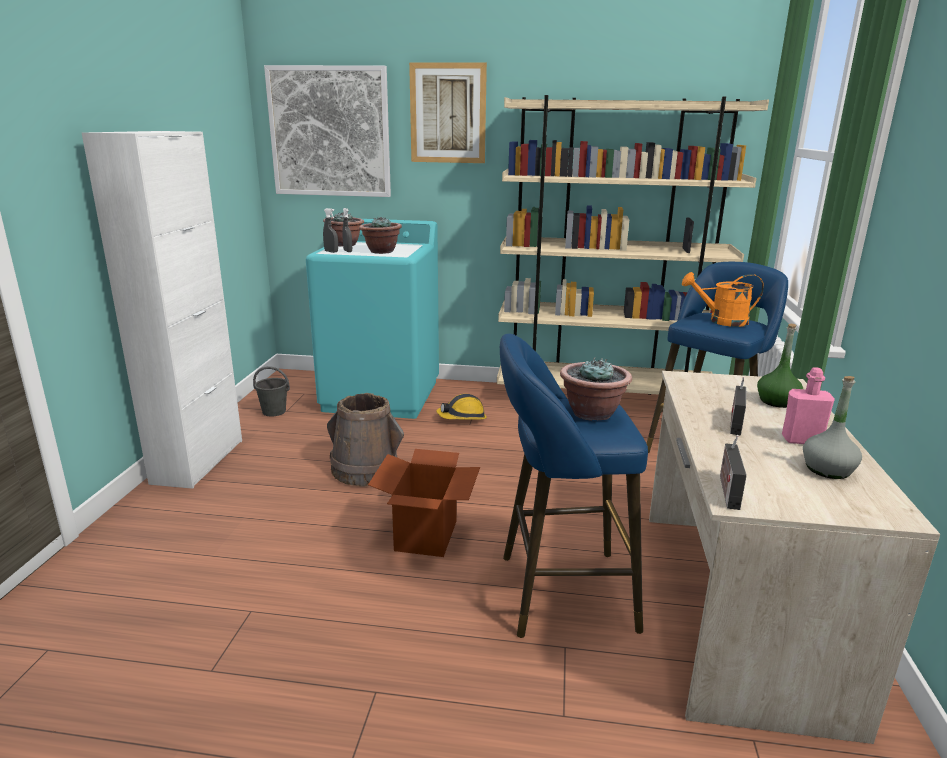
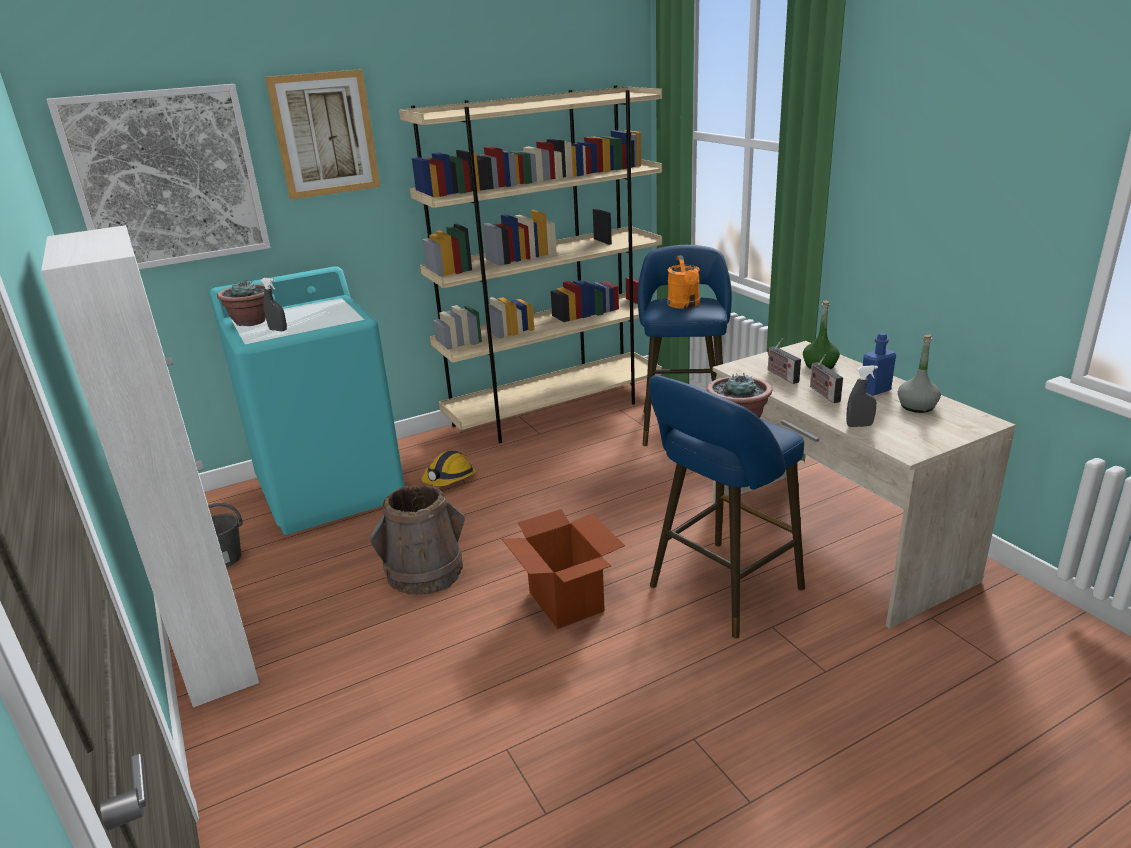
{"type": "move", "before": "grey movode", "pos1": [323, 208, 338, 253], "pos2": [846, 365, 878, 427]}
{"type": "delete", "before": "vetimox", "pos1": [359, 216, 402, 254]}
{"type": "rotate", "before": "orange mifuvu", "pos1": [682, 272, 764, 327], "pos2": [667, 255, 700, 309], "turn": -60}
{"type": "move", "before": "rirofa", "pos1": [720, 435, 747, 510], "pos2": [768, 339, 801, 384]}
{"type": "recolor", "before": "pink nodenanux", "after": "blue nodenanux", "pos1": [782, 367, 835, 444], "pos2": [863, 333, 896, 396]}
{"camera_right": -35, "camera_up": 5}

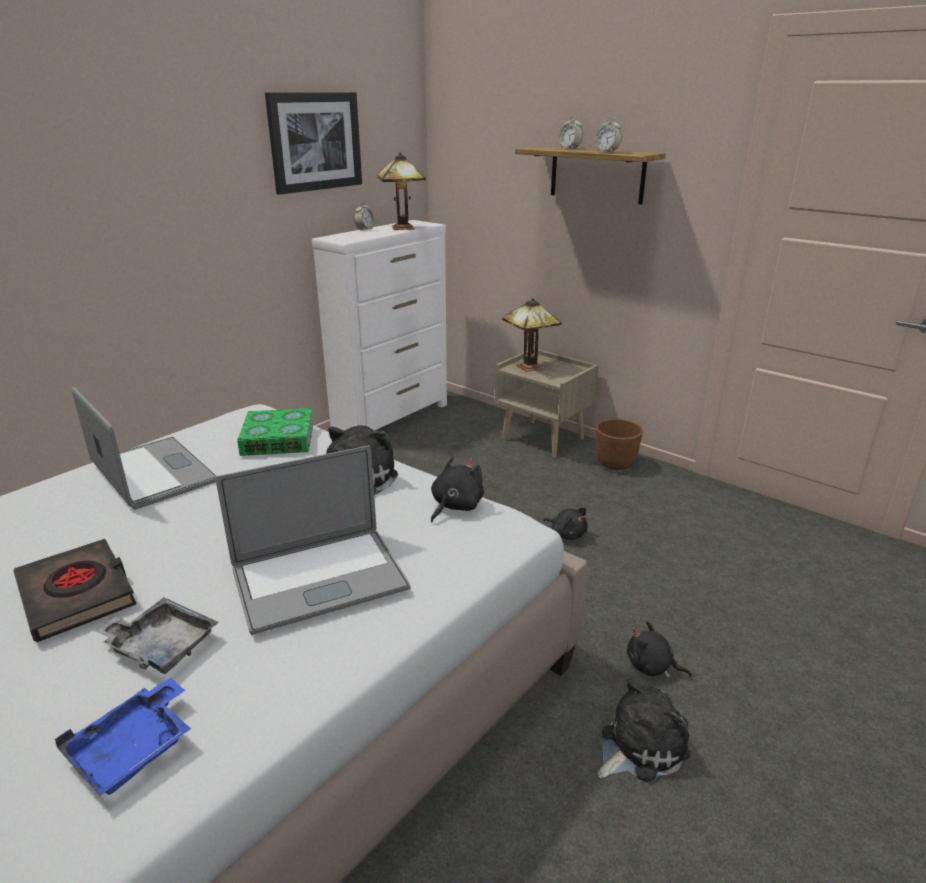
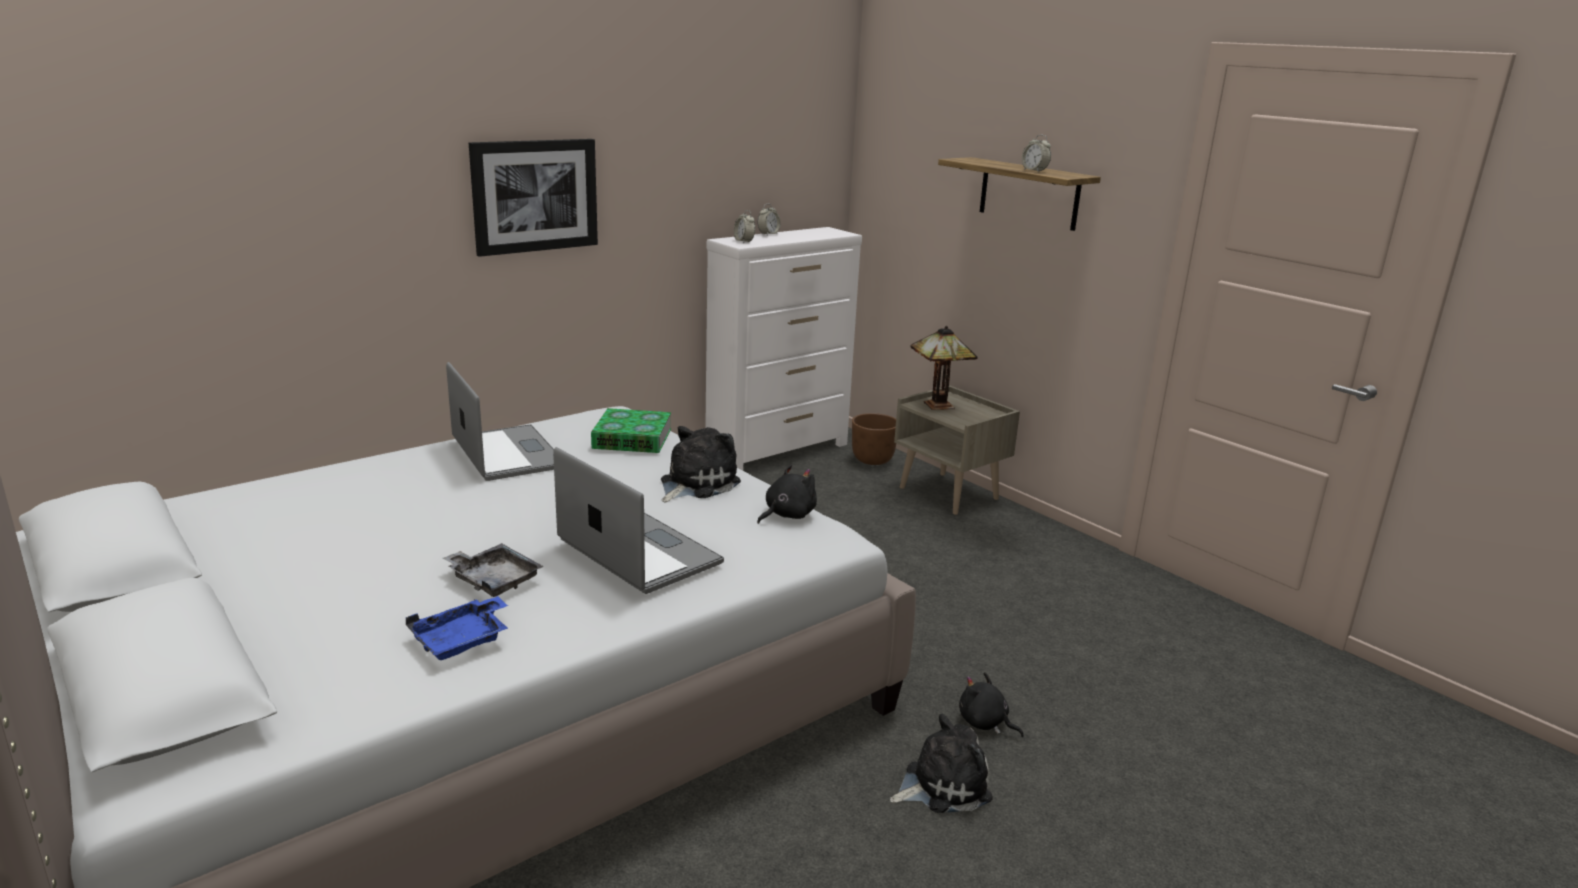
{"type": "delete", "before": "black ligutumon", "pos1": [13, 539, 136, 642]}
{"type": "rotate", "before": "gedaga", "pos1": [216, 445, 410, 635], "pos2": [553, 447, 724, 594], "turn": -120}
{"type": "move", "before": "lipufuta", "pos1": [265, 92, 362, 195], "pos2": [469, 139, 598, 257]}
{"type": "delete", "before": "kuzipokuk", "pos1": [377, 152, 426, 230]}
{"type": "delete", "before": "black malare", "pos1": [543, 508, 588, 540]}
{"type": "move", "before": "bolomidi", "pos1": [559, 116, 583, 149], "pos2": [734, 210, 755, 243]}
{"type": "move", "before": "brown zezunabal", "pos1": [595, 419, 643, 470], "pos2": [852, 413, 896, 465]}
{"camera_right": 10, "camera_up": -5}

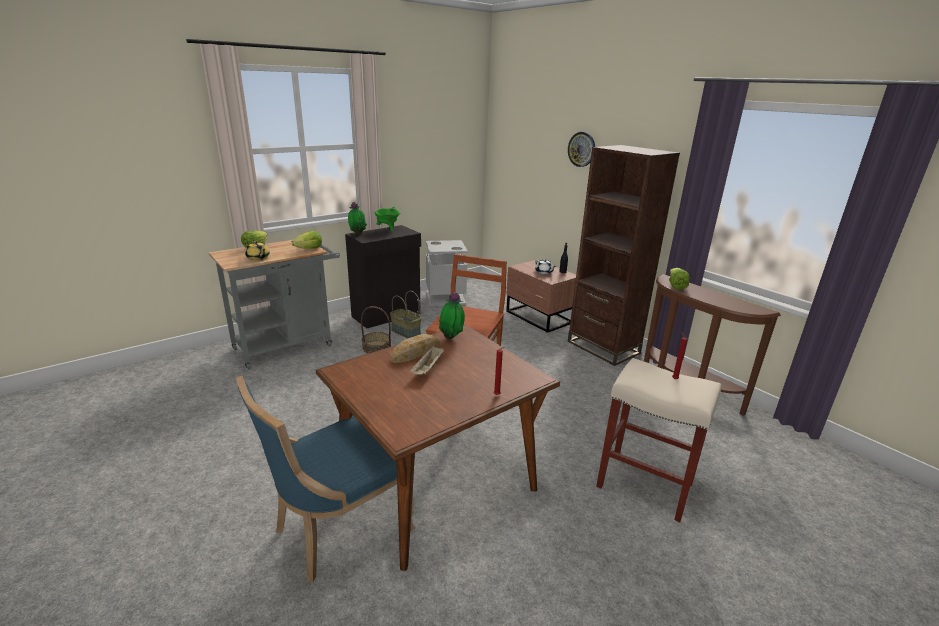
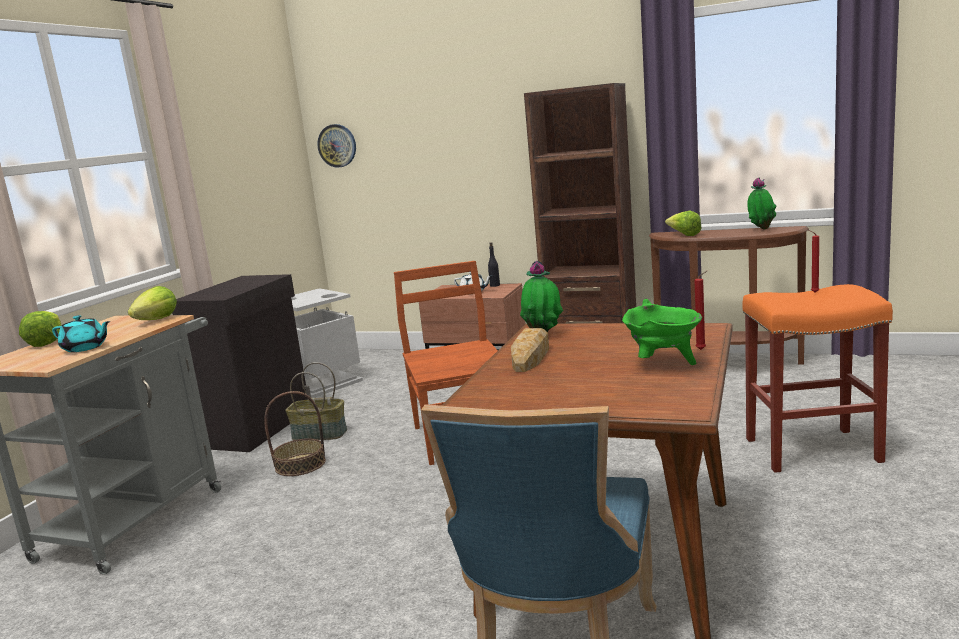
{"type": "recolor", "before": "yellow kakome", "after": "turquoise kakome", "pos1": [245, 241, 270, 260], "pos2": [52, 315, 110, 352]}
{"type": "move", "before": "vetimox", "pos1": [348, 202, 367, 235], "pos2": [747, 178, 776, 229]}
{"type": "move", "before": "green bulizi", "pos1": [374, 207, 400, 232], "pos2": [622, 299, 702, 365]}
{"type": "delete", "before": "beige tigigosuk", "pos1": [409, 346, 444, 375]}
{"type": "move", "before": "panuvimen", "pos1": [568, 132, 595, 167], "pos2": [317, 124, 356, 168]}
{"type": "recolor", "before": "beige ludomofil", "after": "orange ludomofil", "pos1": [596, 358, 721, 522], "pos2": [742, 284, 893, 473]}
{"camera_right": -30, "camera_up": -10}

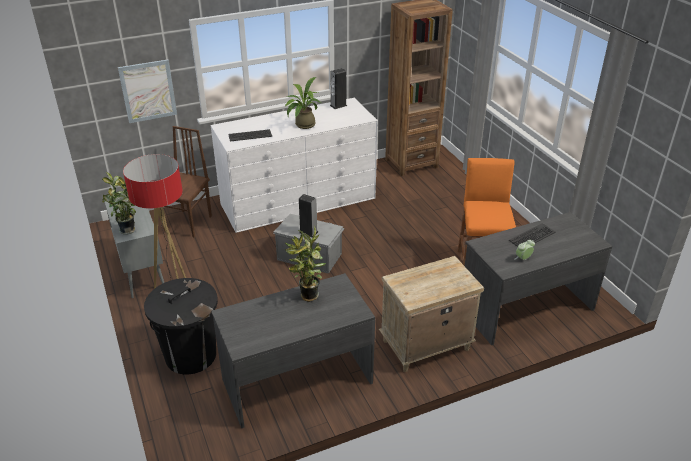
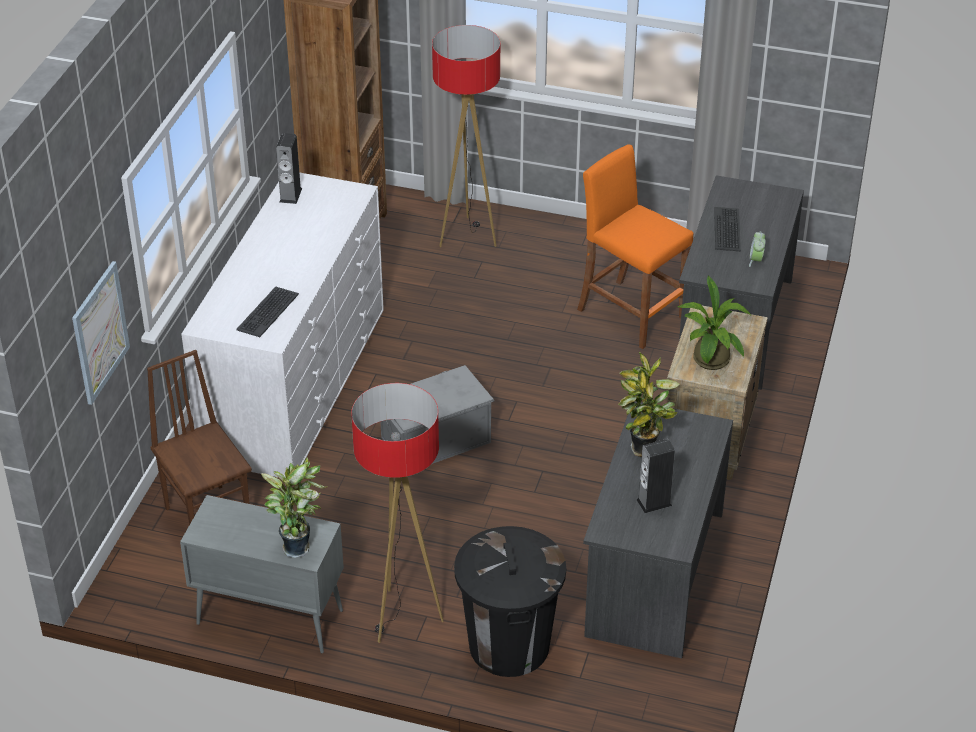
{"type": "move", "before": "vetimox", "pos1": [285, 77, 321, 129], "pos2": [677, 276, 751, 370]}
{"type": "move", "before": "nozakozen", "pos1": [299, 194, 318, 237], "pos2": [637, 439, 675, 513]}
{"type": "insert", "after": "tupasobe", "pos2": [432, 25, 500, 247]}
{"camera_right": -50, "camera_up": 5}

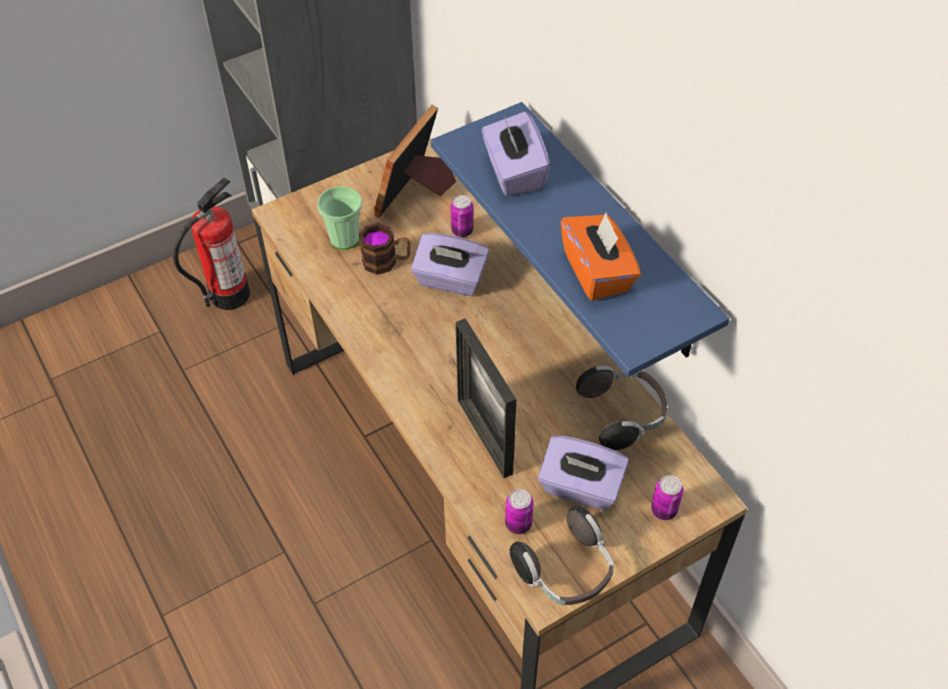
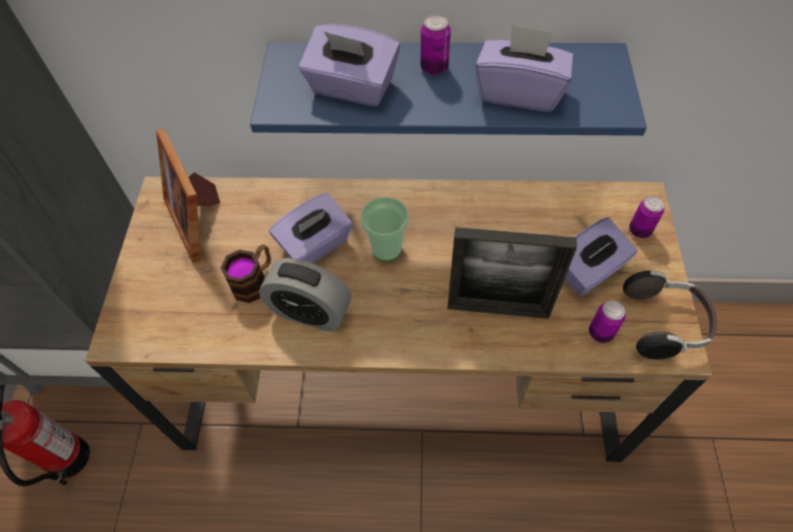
{"type": "move", "before": "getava", "pos1": [317, 186, 362, 249], "pos2": [360, 197, 409, 261]}
{"type": "move", "before": "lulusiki", "pos1": [451, 195, 473, 237], "pos2": [420, 15, 451, 75]}
{"type": "recolor", "before": "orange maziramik", "after": "purple maziramik", "pos1": [561, 213, 641, 301], "pos2": [475, 24, 573, 112]}
{"type": "delete", "before": "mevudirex", "pos1": [576, 365, 667, 450]}
{"type": "insert", "after": "bolomidi", "pos2": [259, 258, 351, 331]}
{"camera_right": -55, "camera_up": 5}

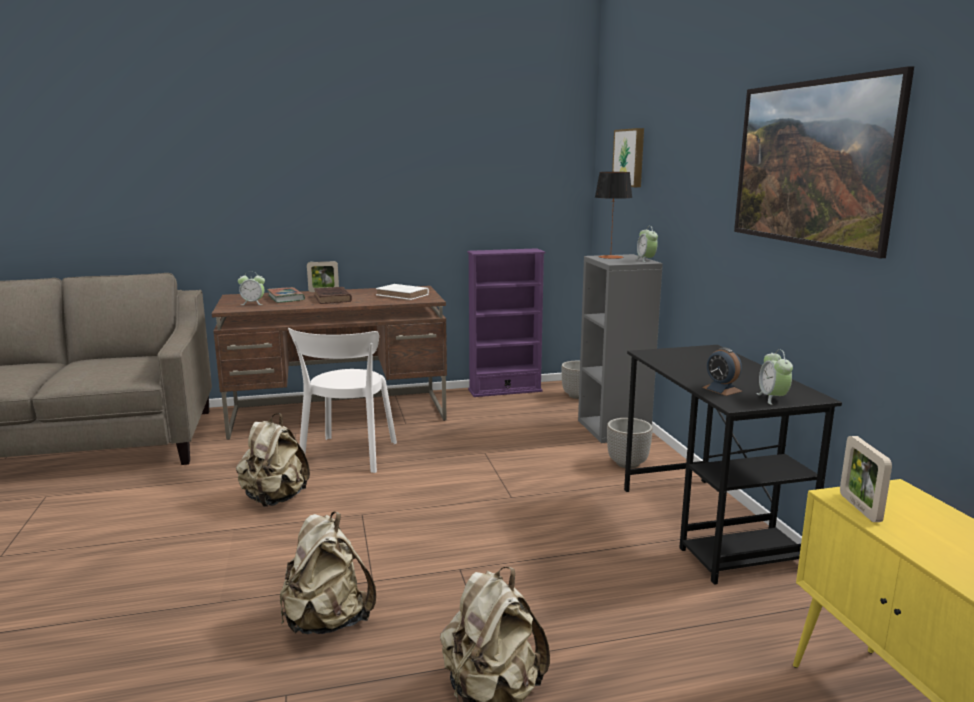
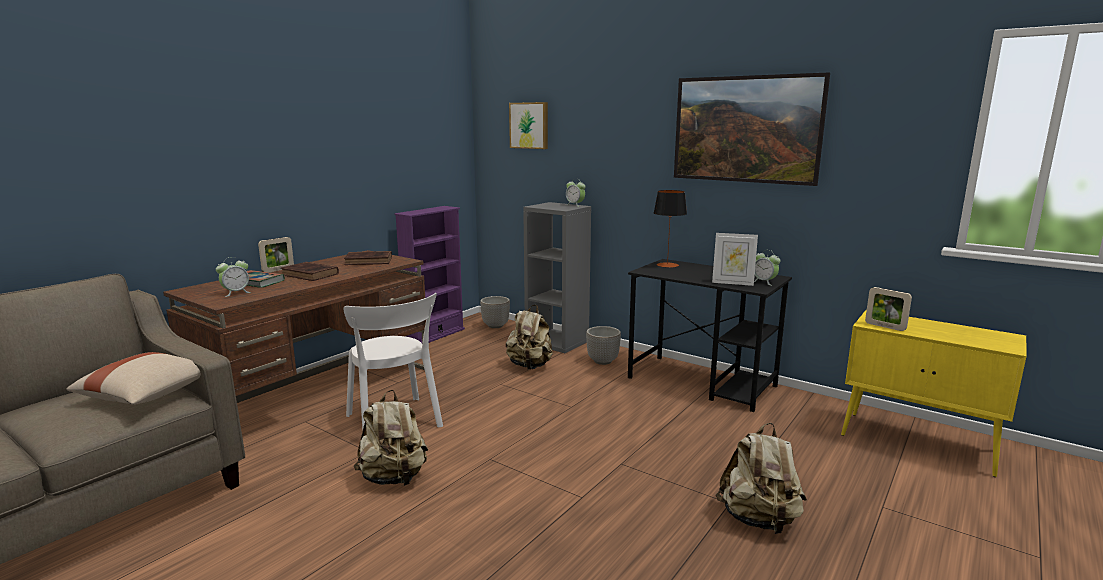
{"type": "move", "before": "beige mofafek", "pos1": [280, 512, 376, 634], "pos2": [506, 305, 553, 370]}
{"type": "recolor", "before": "white ligutumon", "after": "brown ligutumon", "pos1": [376, 284, 429, 300], "pos2": [344, 251, 392, 265]}
{"type": "move", "before": "kuzipokuk", "pos1": [595, 172, 632, 259], "pos2": [654, 190, 687, 268]}
{"type": "replace", "before": "bolomidi", "after": "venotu", "pos1": [702, 348, 742, 396], "pos2": [712, 233, 758, 286]}
{"type": "insert", "after": "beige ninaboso", "pos2": [66, 352, 201, 405]}
{"camera_right": -40, "camera_up": 0}

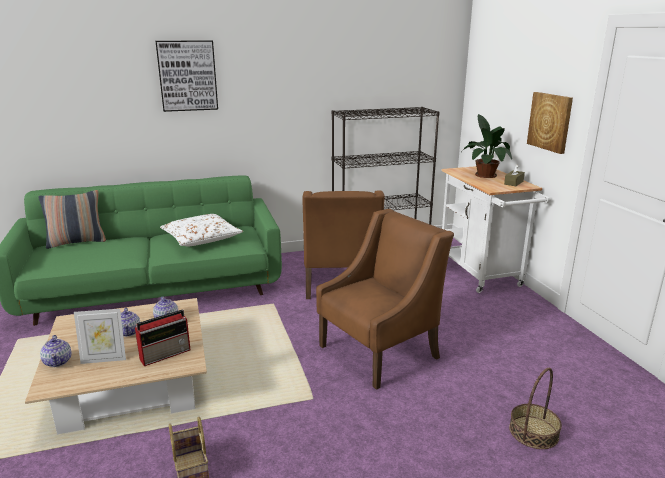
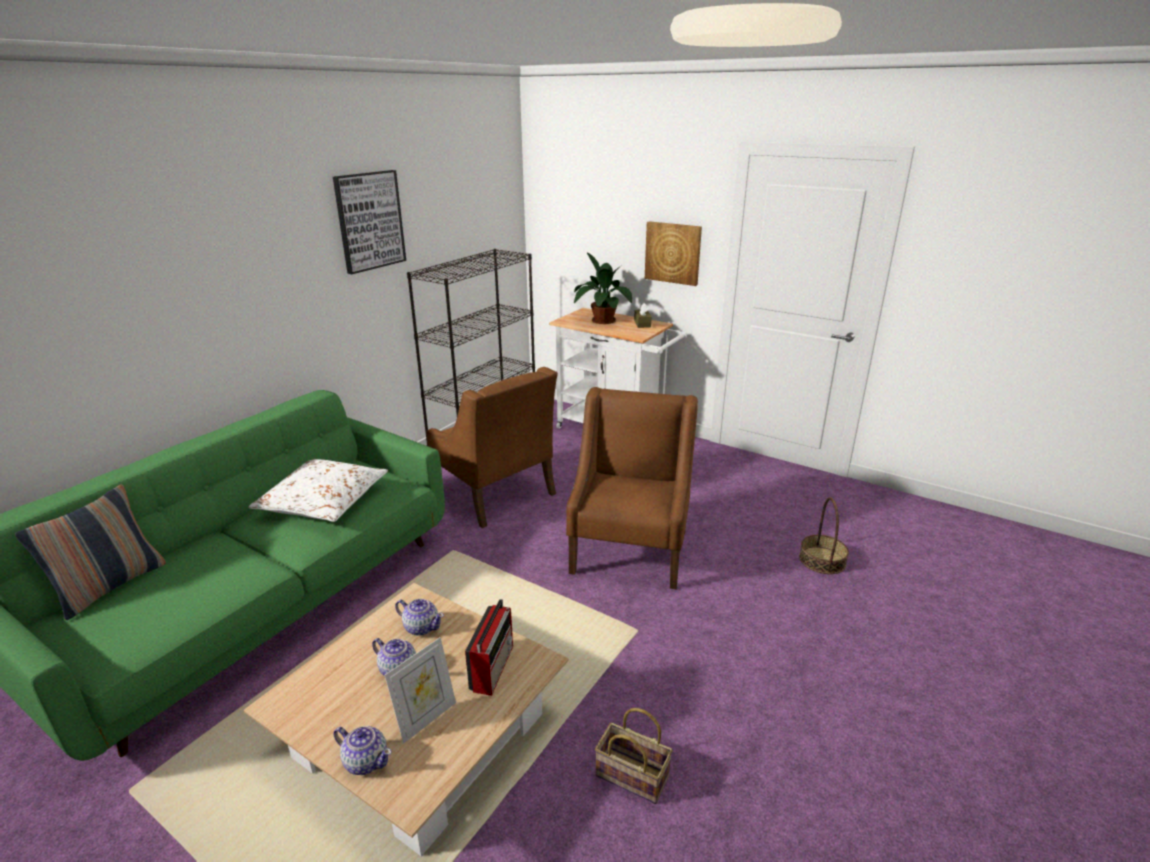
{"type": "move", "before": "lipufuta", "pos1": [155, 40, 218, 112], "pos2": [333, 170, 406, 274]}
{"camera_right": -40, "camera_up": 5}

